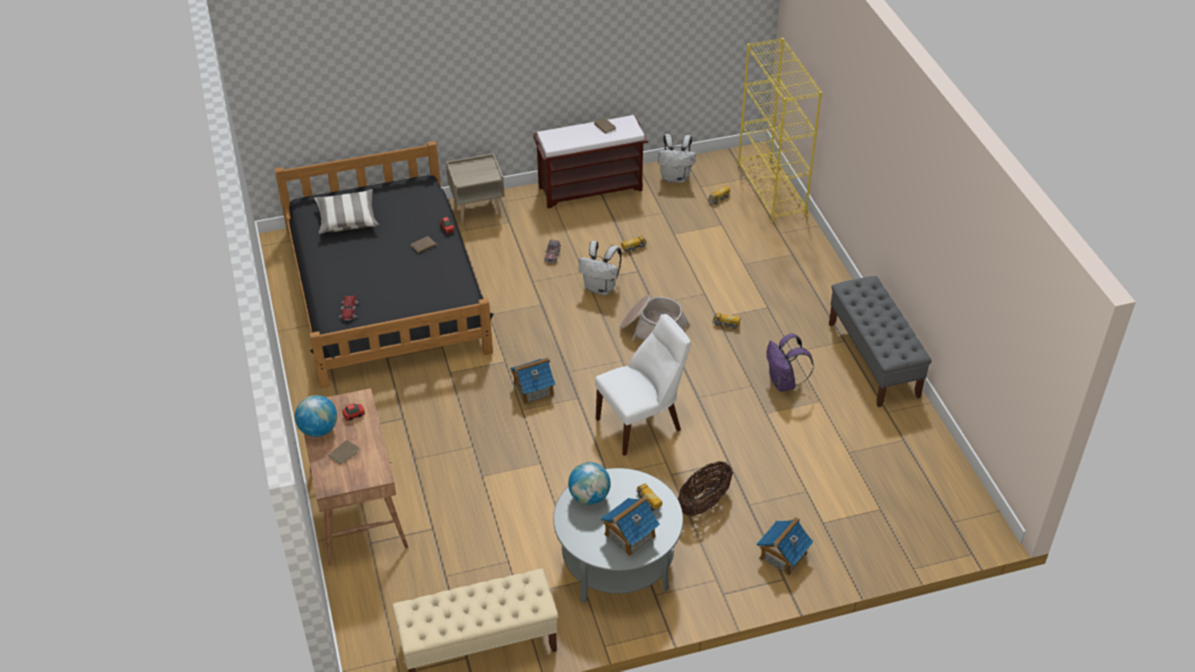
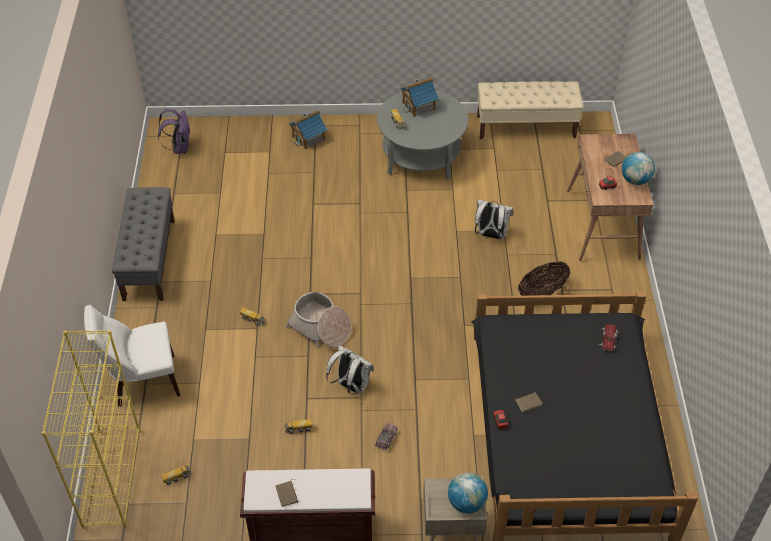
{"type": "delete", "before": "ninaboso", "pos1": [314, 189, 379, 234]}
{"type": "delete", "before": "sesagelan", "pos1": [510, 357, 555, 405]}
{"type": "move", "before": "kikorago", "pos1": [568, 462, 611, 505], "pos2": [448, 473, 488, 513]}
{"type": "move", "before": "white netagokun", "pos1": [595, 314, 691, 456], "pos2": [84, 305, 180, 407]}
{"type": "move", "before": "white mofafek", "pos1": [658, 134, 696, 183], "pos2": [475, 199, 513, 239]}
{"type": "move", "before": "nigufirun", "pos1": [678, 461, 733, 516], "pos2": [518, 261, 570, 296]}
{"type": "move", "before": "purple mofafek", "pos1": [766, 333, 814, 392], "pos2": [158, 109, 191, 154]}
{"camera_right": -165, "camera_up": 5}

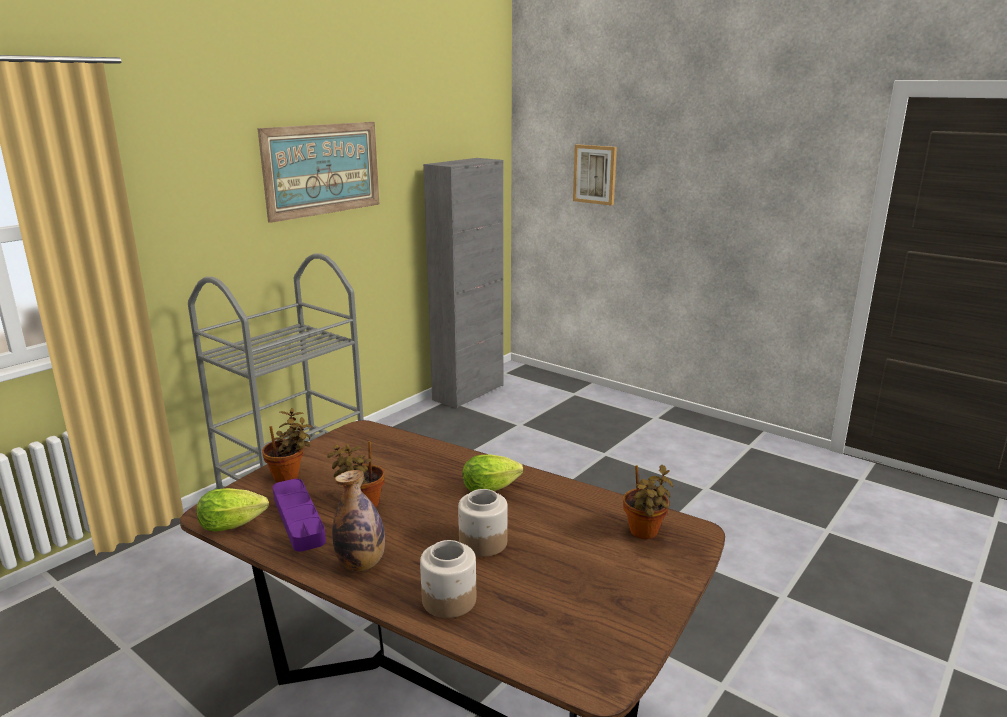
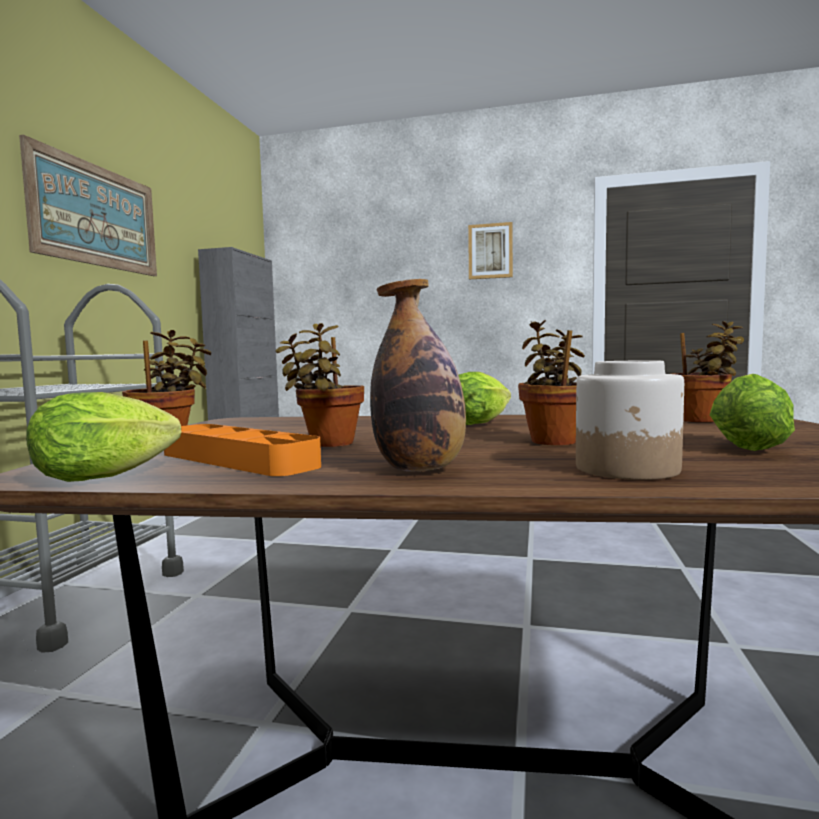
{"type": "recolor", "before": "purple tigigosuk", "after": "orange tigigosuk", "pos1": [273, 479, 326, 552], "pos2": [164, 424, 321, 476]}
{"type": "replace", "before": "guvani", "after": "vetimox", "pos1": [458, 489, 508, 557], "pos2": [518, 320, 585, 445]}
{"type": "move", "before": "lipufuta", "pos1": [573, 144, 617, 206], "pos2": [468, 222, 513, 279]}
{"type": "insert", "after": "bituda", "pos2": [710, 374, 795, 451]}
{"camera_right": -25, "camera_up": -15}

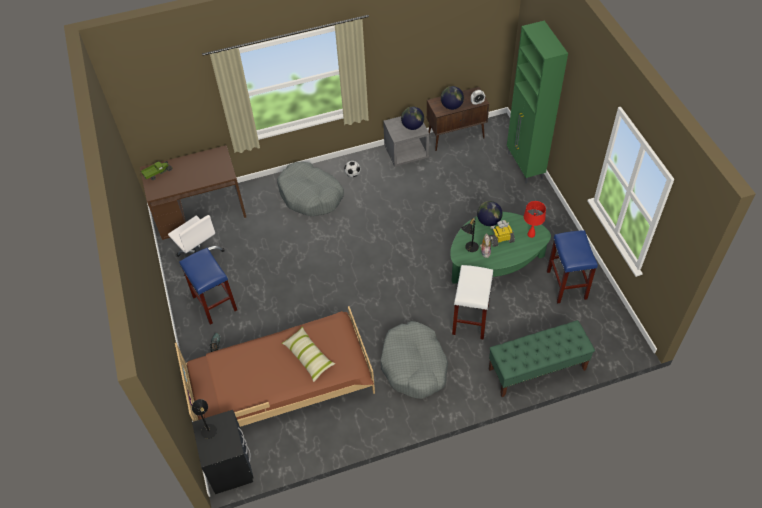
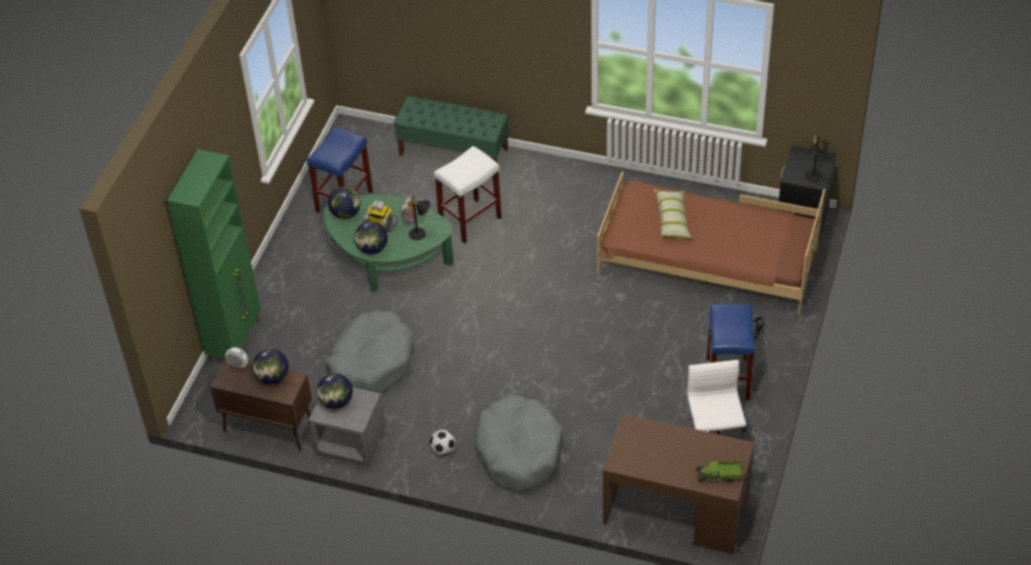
{"type": "move", "before": "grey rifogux", "pos1": [380, 321, 448, 399], "pos2": [326, 310, 415, 393]}
{"type": "replace", "before": "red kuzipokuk", "after": "kikorago", "pos1": [524, 201, 546, 238], "pos2": [328, 186, 361, 219]}
{"camera_right": -145, "camera_up": -5}

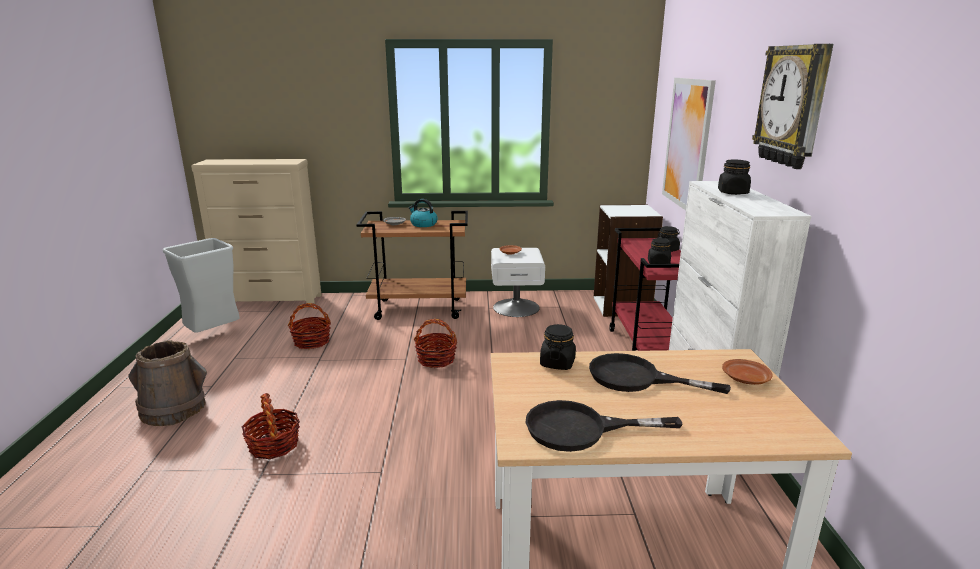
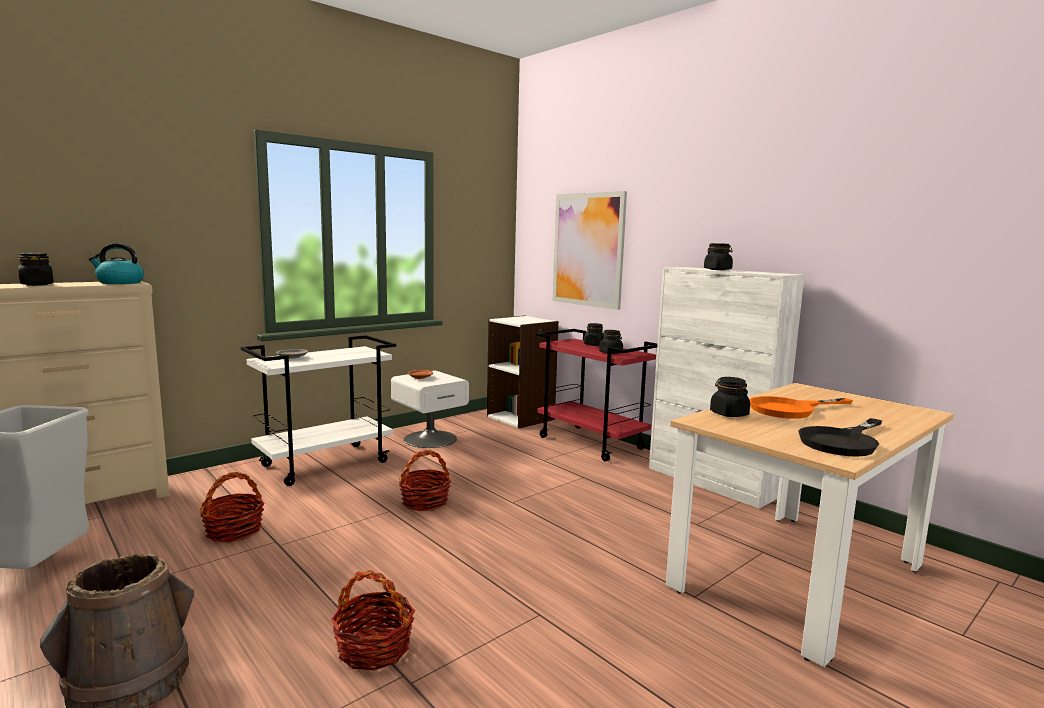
{"type": "recolor", "before": "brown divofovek", "after": "white divofovek", "pos1": [356, 211, 468, 320], "pos2": [241, 335, 396, 486]}
{"type": "move", "before": "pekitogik", "pos1": [409, 199, 438, 227], "pos2": [89, 243, 144, 284]}
{"type": "recolor", "before": "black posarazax", "after": "orange posarazax", "pos1": [589, 353, 731, 394], "pos2": [750, 396, 853, 419]}
{"type": "delete", "before": "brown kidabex", "pos1": [722, 359, 772, 385]}
{"type": "delete", "before": "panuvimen", "pos1": [752, 44, 833, 169]}
{"type": "insert", "after": "black guvani", "pos2": [18, 253, 54, 286]}
{"camera_right": -40, "camera_up": -10}

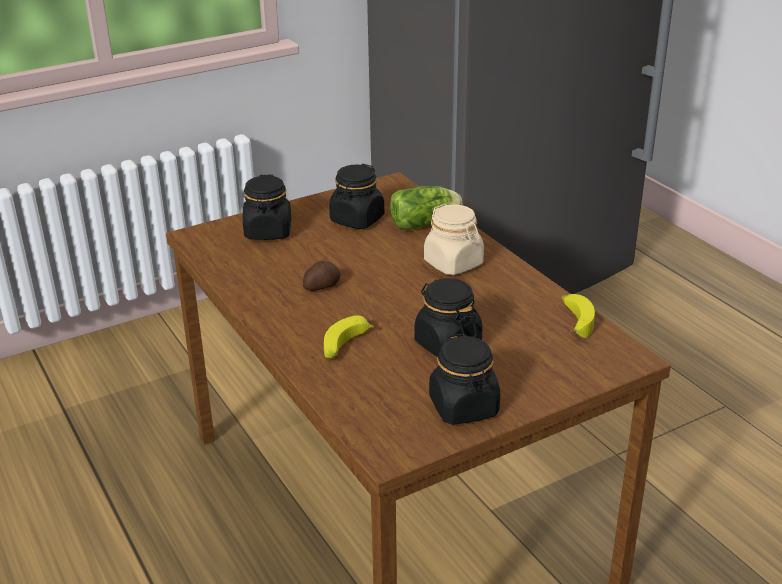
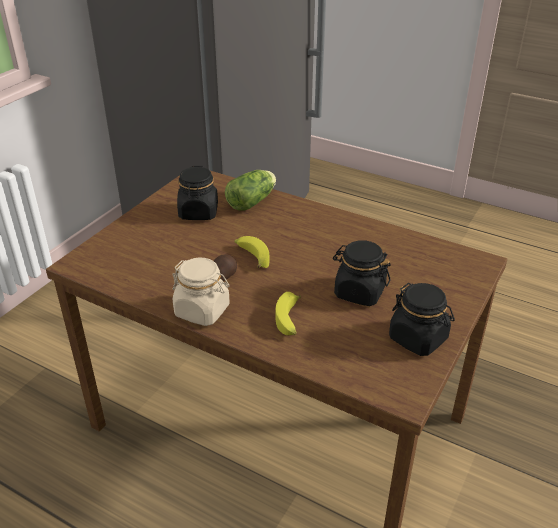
{"type": "delete", "before": "black guvani", "pos1": [243, 175, 291, 240]}
{"type": "move", "before": "beige guvani", "pos1": [424, 204, 484, 275], "pos2": [172, 258, 230, 326]}
{"type": "move", "before": "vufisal", "pos1": [562, 294, 595, 338], "pos2": [234, 236, 269, 268]}
{"camera_right": -30, "camera_up": 5}

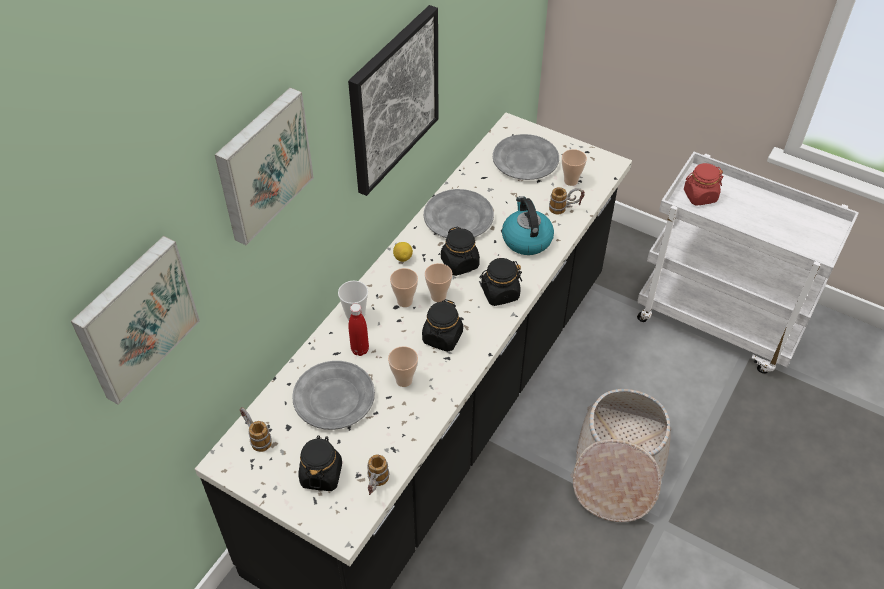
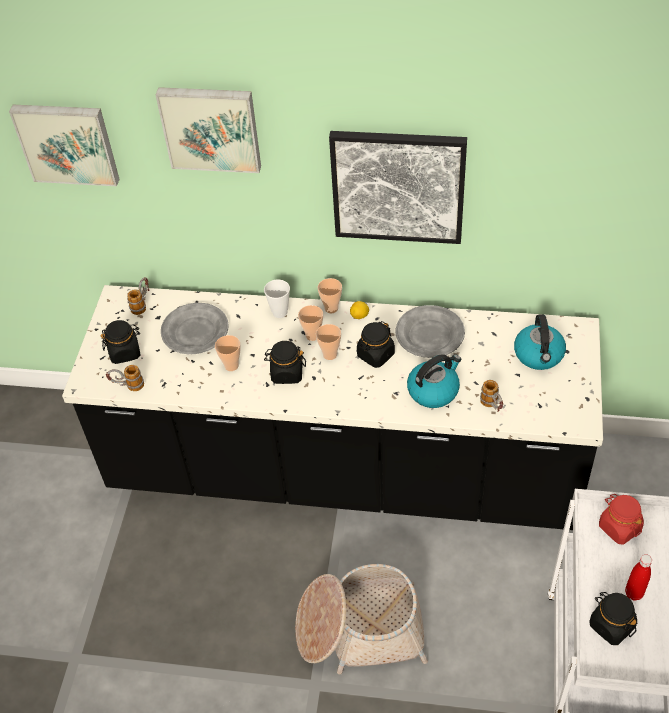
{"type": "move", "before": "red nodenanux", "pos1": [349, 303, 369, 356], "pos2": [625, 554, 652, 601]}
{"type": "move", "before": "black guvani", "pos1": [479, 258, 522, 306], "pos2": [590, 592, 638, 645]}
{"type": "replace", "before": "grey kidabex", "after": "pekitogik", "pos1": [493, 134, 559, 180], "pos2": [514, 314, 566, 370]}
{"type": "move", "before": "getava", "pos1": [562, 149, 587, 186], "pos2": [318, 278, 342, 313]}
{"camera_right": 70, "camera_up": 0}

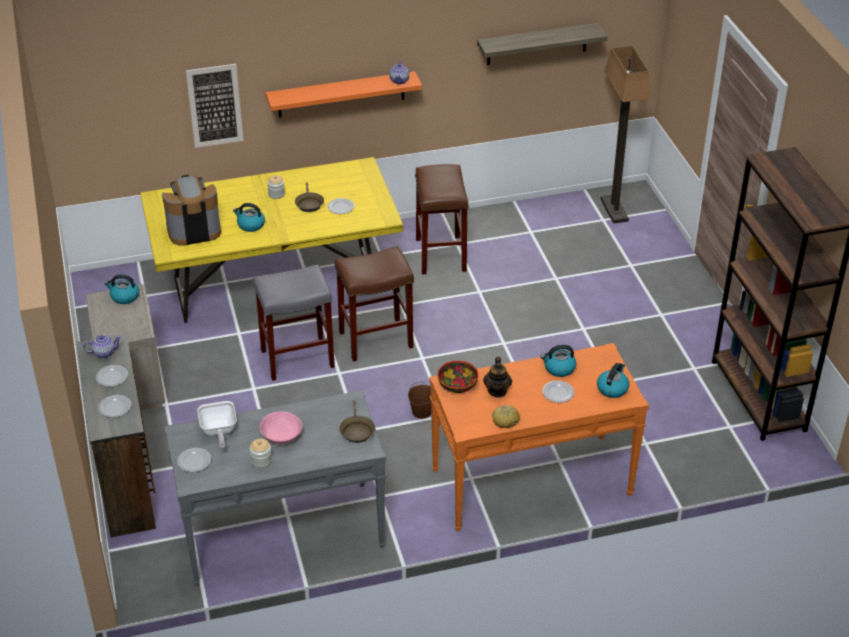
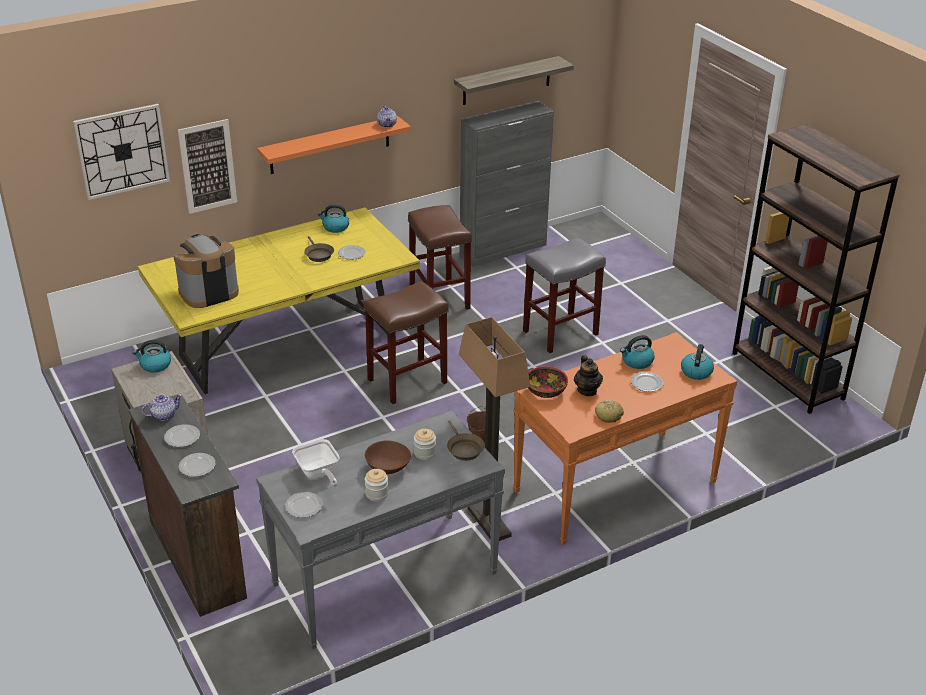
{"type": "move", "before": "pekitogik", "pos1": [233, 203, 265, 232], "pos2": [318, 204, 349, 233]}
{"type": "move", "before": "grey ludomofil", "pos1": [253, 264, 335, 381], "pos2": [523, 237, 606, 353]}
{"type": "recolor", "before": "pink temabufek", "after": "brown temabufek", "pos1": [260, 411, 303, 444], "pos2": [365, 440, 411, 474]}
{"type": "move", "before": "guvani", "pos1": [267, 175, 285, 199], "pos2": [414, 429, 436, 460]}
{"type": "move", "before": "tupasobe", "pos1": [601, 46, 651, 224], "pos2": [459, 317, 531, 541]}
{"type": "insert", "after": "panuvimen", "pos2": [73, 104, 170, 200]}
{"type": "insert", "after": "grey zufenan", "pos2": [460, 101, 554, 267]}
{"camera_right": -15, "camera_up": -5}

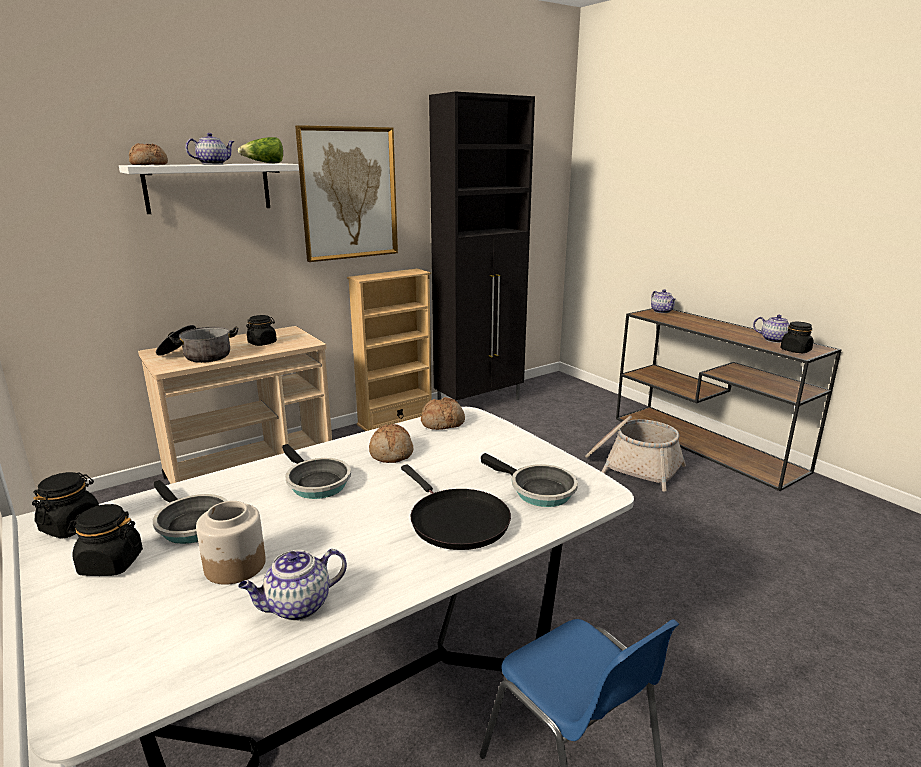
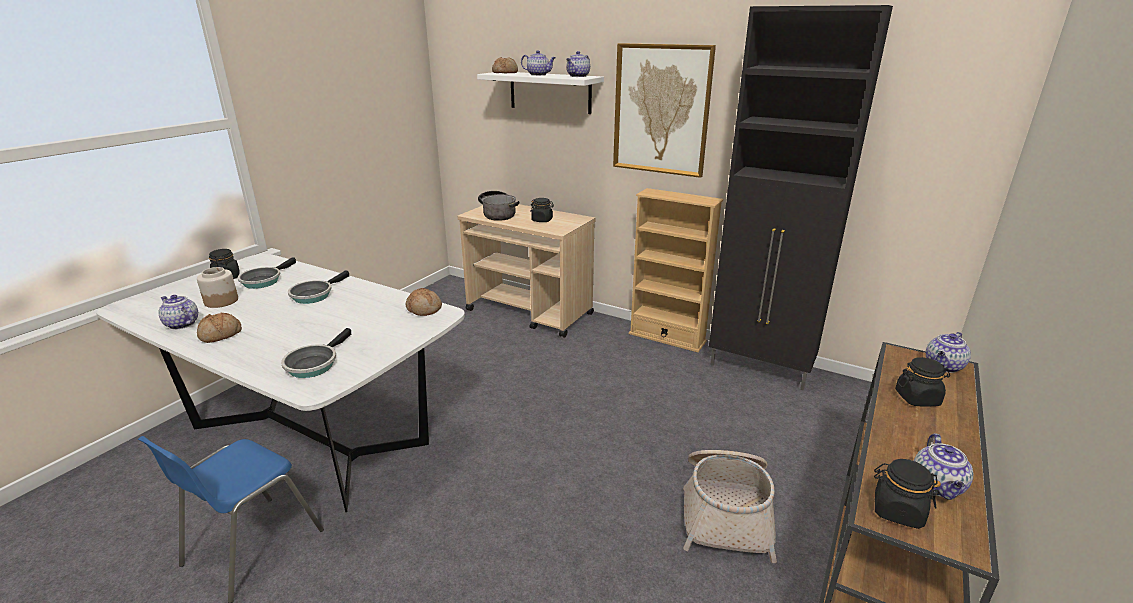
{"type": "move", "before": "black guvani", "pos1": [32, 472, 99, 539], "pos2": [895, 357, 950, 407]}
{"type": "replace", "before": "bituda", "after": "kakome", "pos1": [238, 137, 283, 163], "pos2": [567, 51, 590, 77]}
{"type": "move", "before": "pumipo", "pos1": [369, 424, 414, 463], "pos2": [197, 313, 242, 343]}
{"type": "delete", "before": "black posarazax", "pos1": [401, 464, 511, 550]}
{"camera_right": 65, "camera_up": 5}

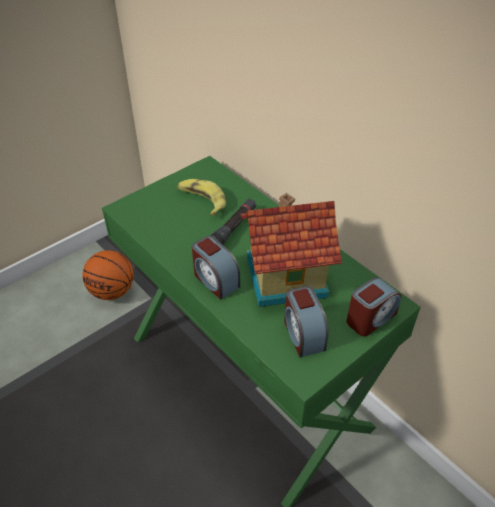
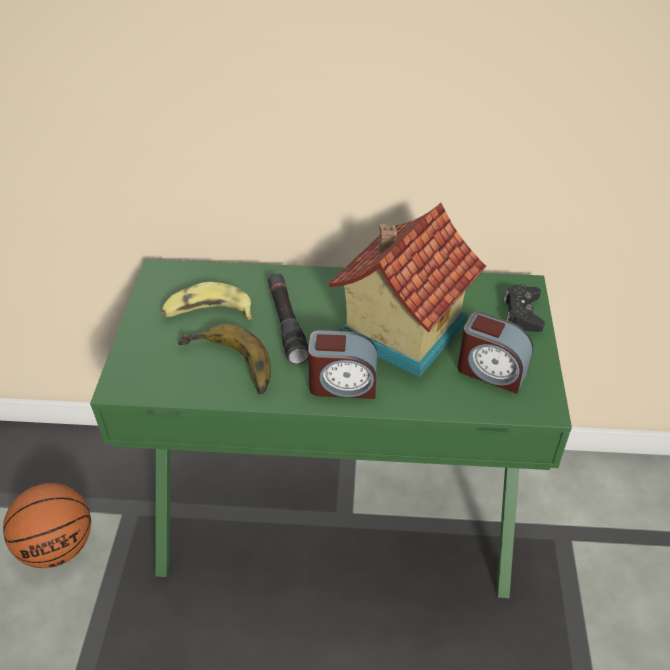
{"type": "replace", "before": "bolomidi", "after": "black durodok", "pos1": [347, 277, 401, 336], "pos2": [504, 285, 545, 332]}
{"type": "insert", "after": "vufisal", "pos2": [178, 323, 271, 394]}
{"camera_right": -45, "camera_up": 0}

